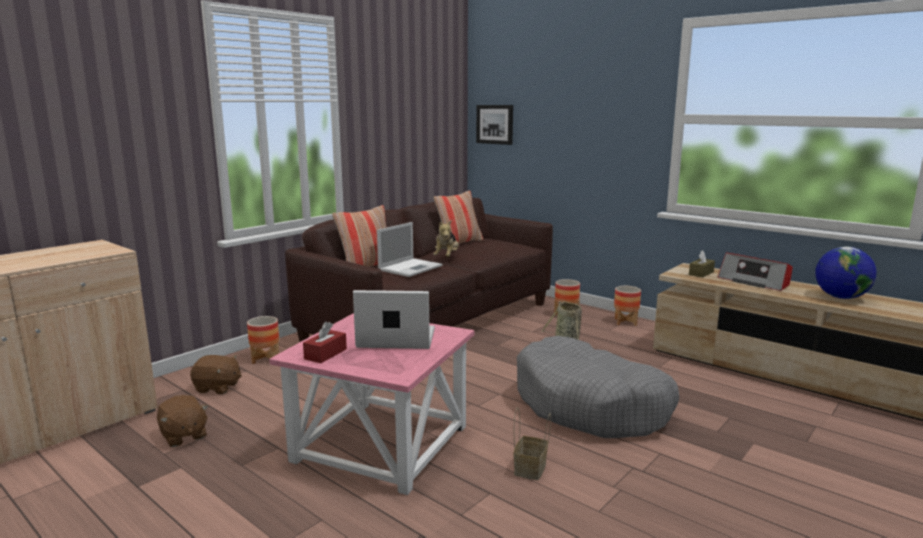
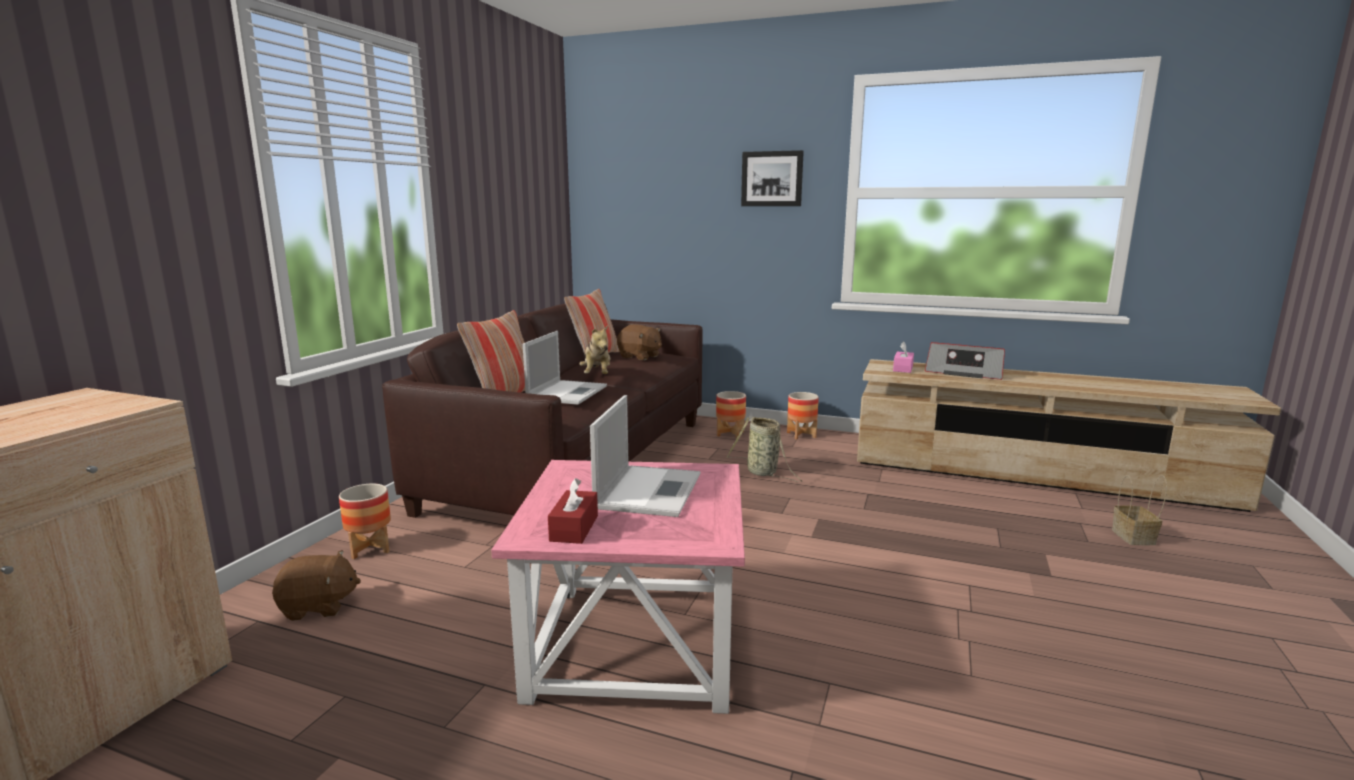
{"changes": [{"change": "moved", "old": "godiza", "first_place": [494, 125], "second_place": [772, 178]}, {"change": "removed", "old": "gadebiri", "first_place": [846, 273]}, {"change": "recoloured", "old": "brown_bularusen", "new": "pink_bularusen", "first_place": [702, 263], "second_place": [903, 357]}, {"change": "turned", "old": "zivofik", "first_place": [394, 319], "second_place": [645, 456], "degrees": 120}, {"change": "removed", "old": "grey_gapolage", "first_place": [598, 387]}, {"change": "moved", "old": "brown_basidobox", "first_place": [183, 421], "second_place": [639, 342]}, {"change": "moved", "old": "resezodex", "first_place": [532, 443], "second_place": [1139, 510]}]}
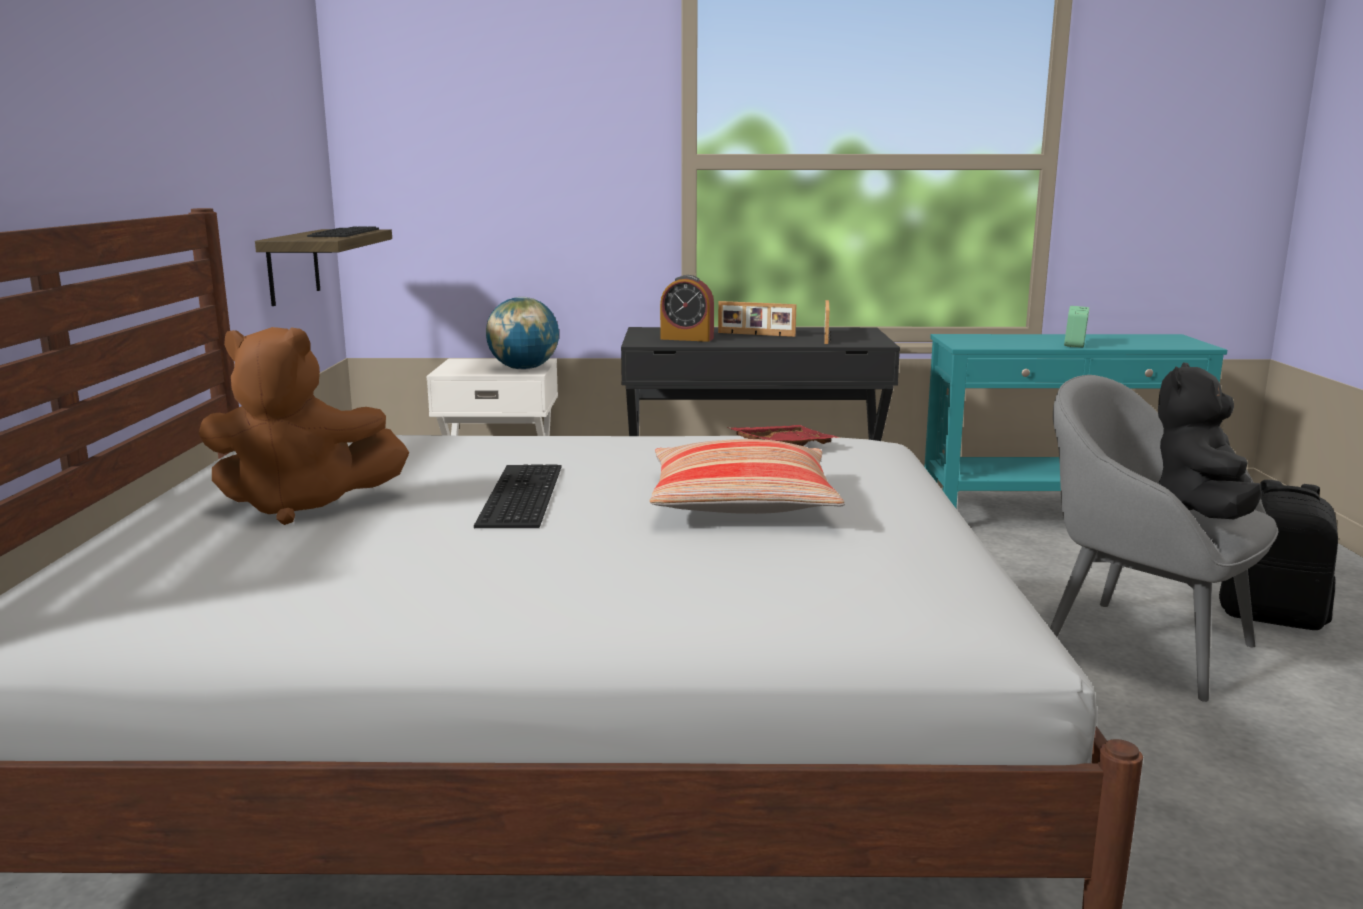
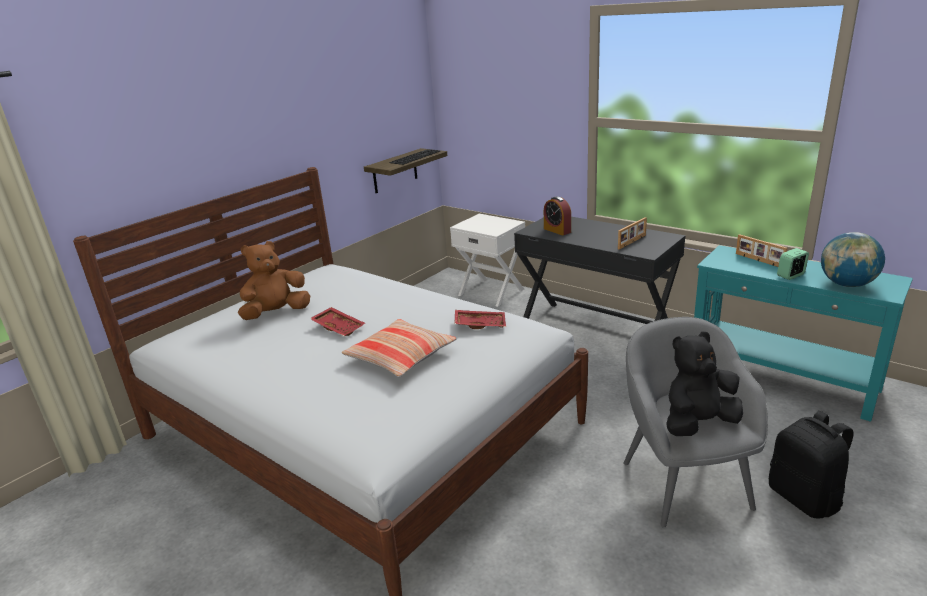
{"changes": [{"change": "moved", "old": "gadebiri", "first_place": [522, 333], "second_place": [853, 259]}, {"change": "moved", "old": "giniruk", "first_place": [757, 319], "second_place": [762, 250]}, {"change": "turned", "old": "brown_basidobox", "first_place": [304, 426], "second_place": [274, 280], "degrees": 105}, {"change": "replaced", "old": "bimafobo", "new": "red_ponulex", "first_place": [517, 496], "second_place": [337, 321]}]}
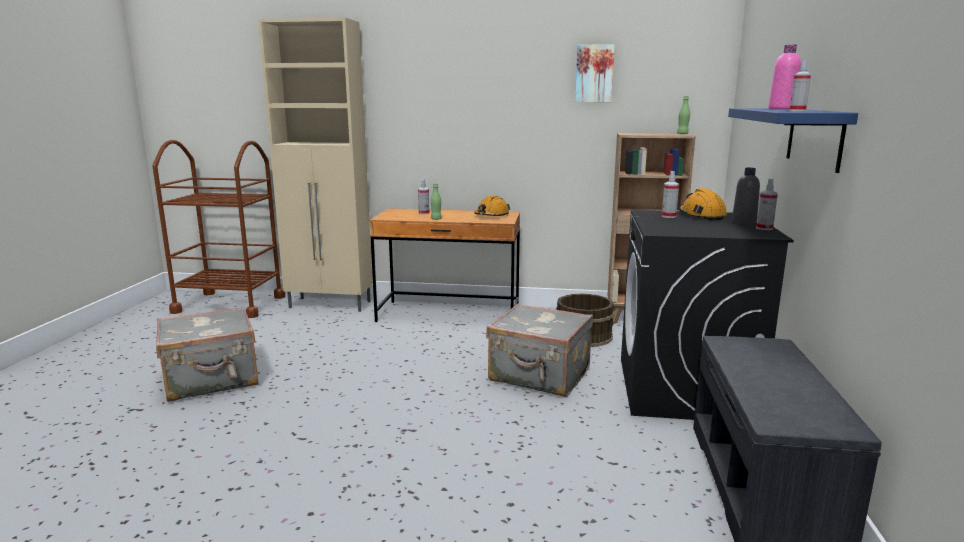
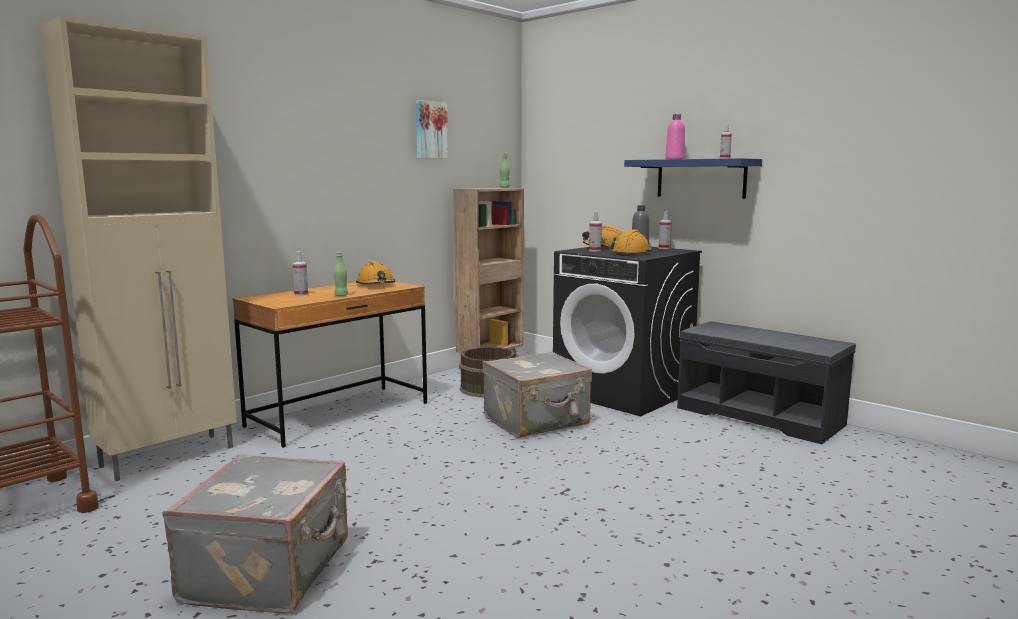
{"changes": [{"change": "added", "new": "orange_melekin", "second_place": [631, 243]}]}
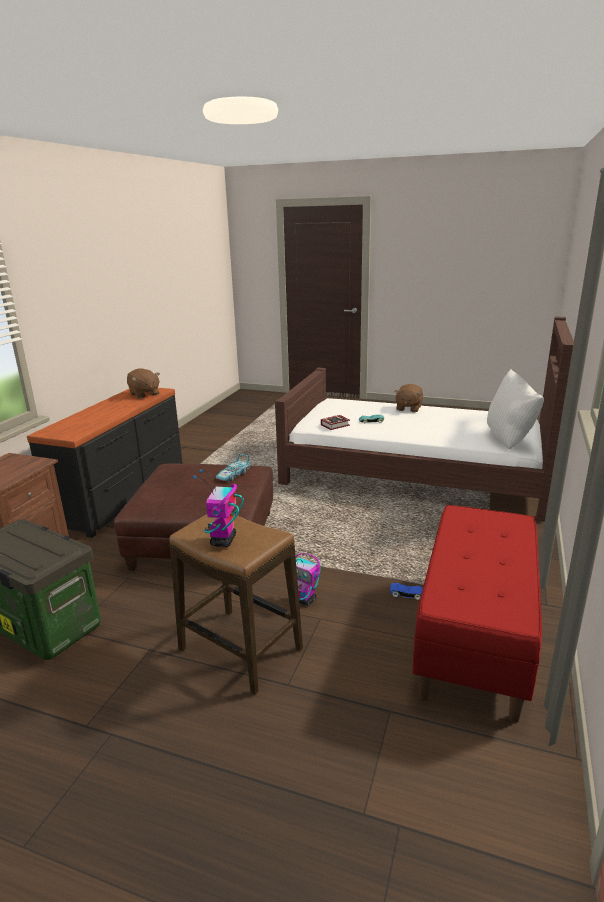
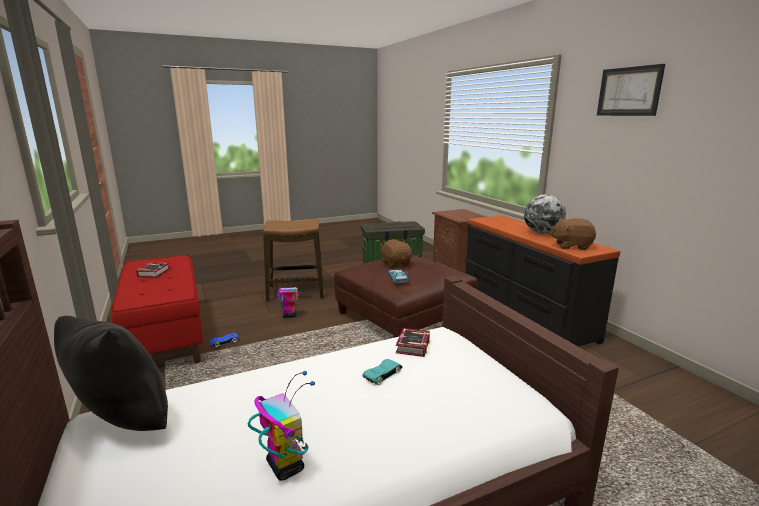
{"changes": [{"change": "recoloured", "old": "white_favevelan", "new": "black_favevelan", "first_place": [515, 409], "second_place": [111, 373]}, {"change": "moved", "old": "brown_basidobox", "first_place": [408, 398], "second_place": [395, 253]}, {"change": "moved", "old": "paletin", "first_place": [218, 508], "second_place": [281, 426]}, {"change": "added", "new": "godiza", "second_place": [631, 90]}, {"change": "added", "new": "gadebiri", "second_place": [545, 214]}, {"change": "added", "new": "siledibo", "second_place": [153, 270]}]}
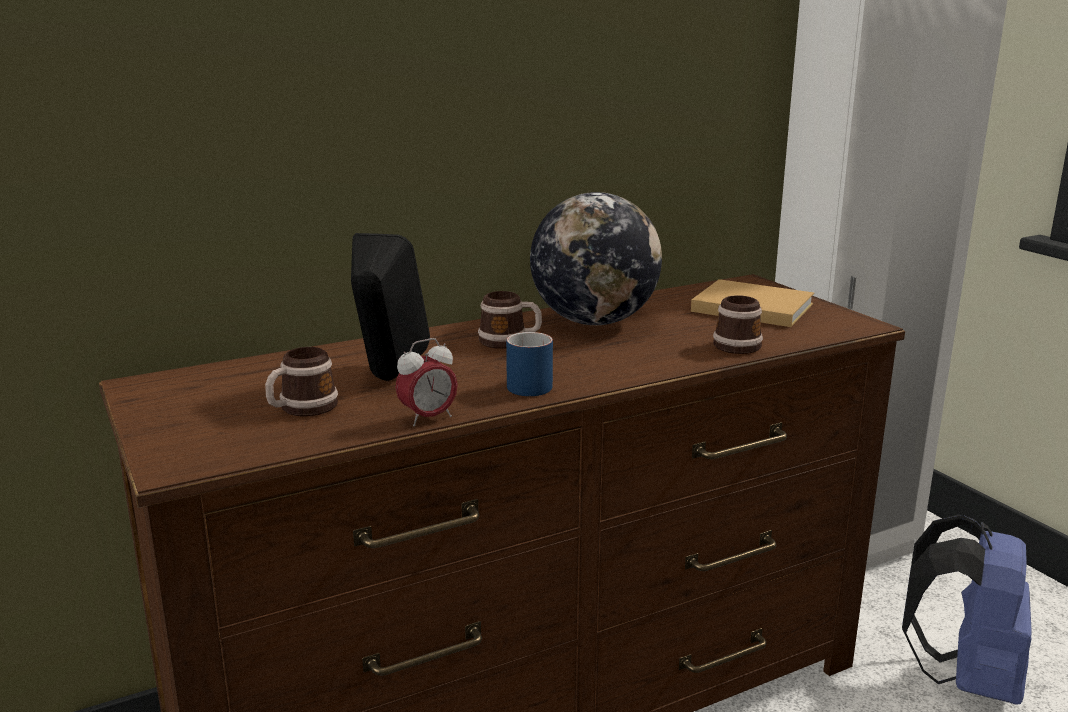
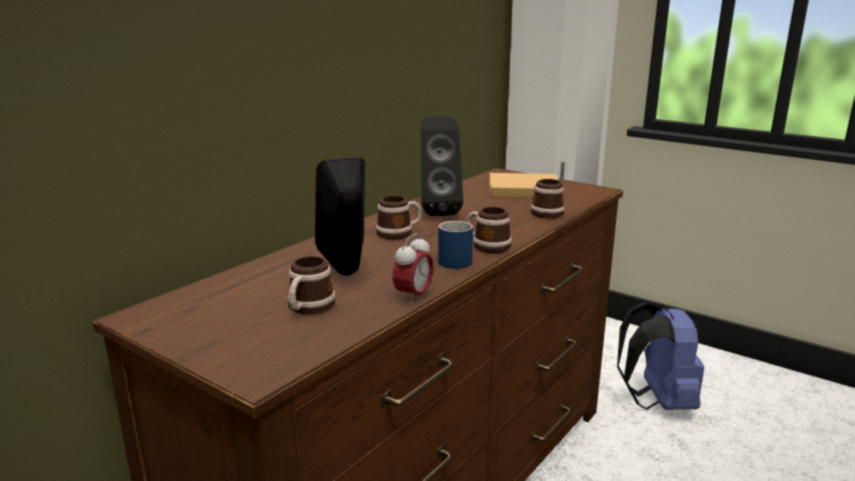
{"changes": [{"change": "replaced", "old": "gadebiri", "new": "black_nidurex", "first_place": [596, 258], "second_place": [442, 166]}, {"change": "added", "new": "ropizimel", "second_place": [489, 230]}]}
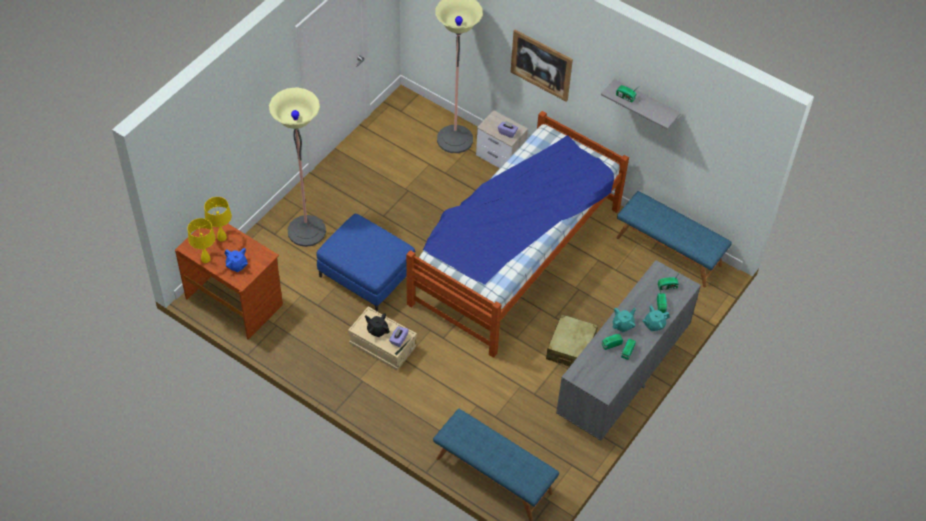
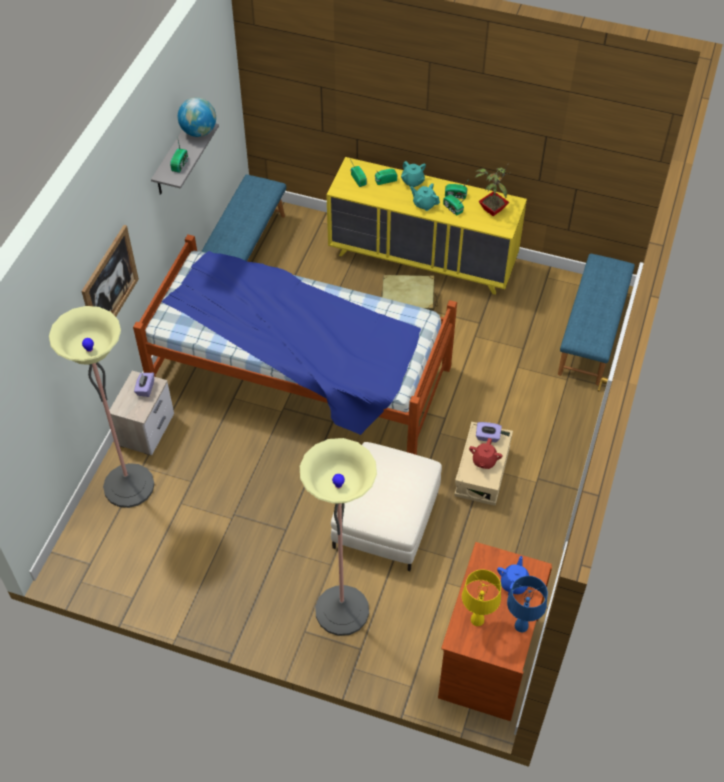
{"changes": [{"change": "recoloured", "old": "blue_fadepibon", "new": "white_fadepibon", "first_place": [365, 263], "second_place": [386, 506]}, {"change": "recoloured", "old": "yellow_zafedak", "new": "blue_zafedak", "first_place": [201, 240], "second_place": [527, 604]}, {"change": "recoloured", "old": "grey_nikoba", "new": "yellow_nikoba", "first_place": [628, 350], "second_place": [426, 226]}, {"change": "recoloured", "old": "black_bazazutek", "new": "red_bazazutek", "first_place": [377, 325], "second_place": [486, 453]}, {"change": "added", "new": "gadebiri", "second_place": [197, 117]}, {"change": "added", "new": "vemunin", "second_place": [492, 189]}]}
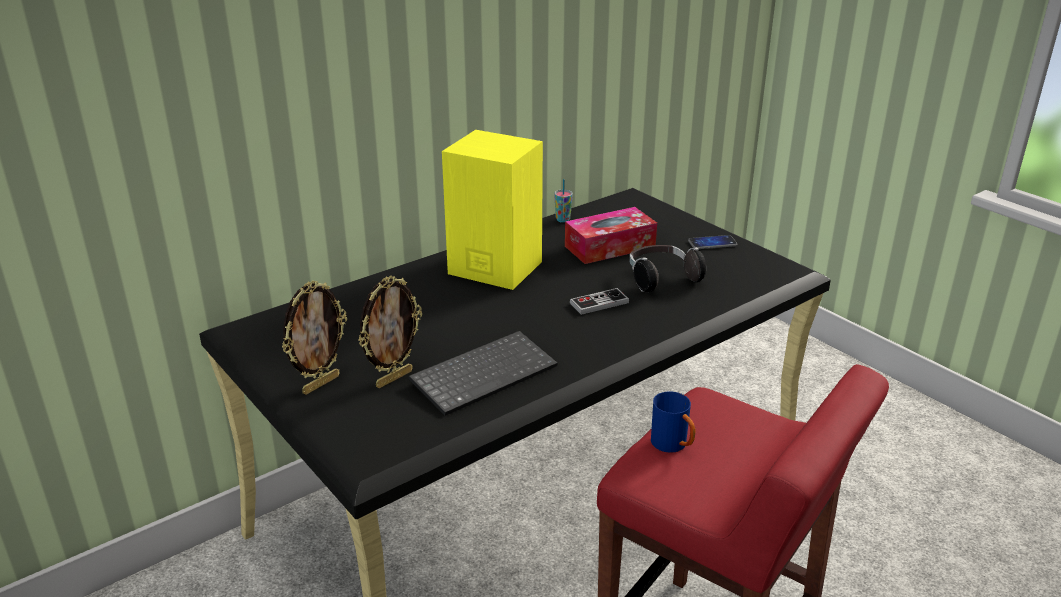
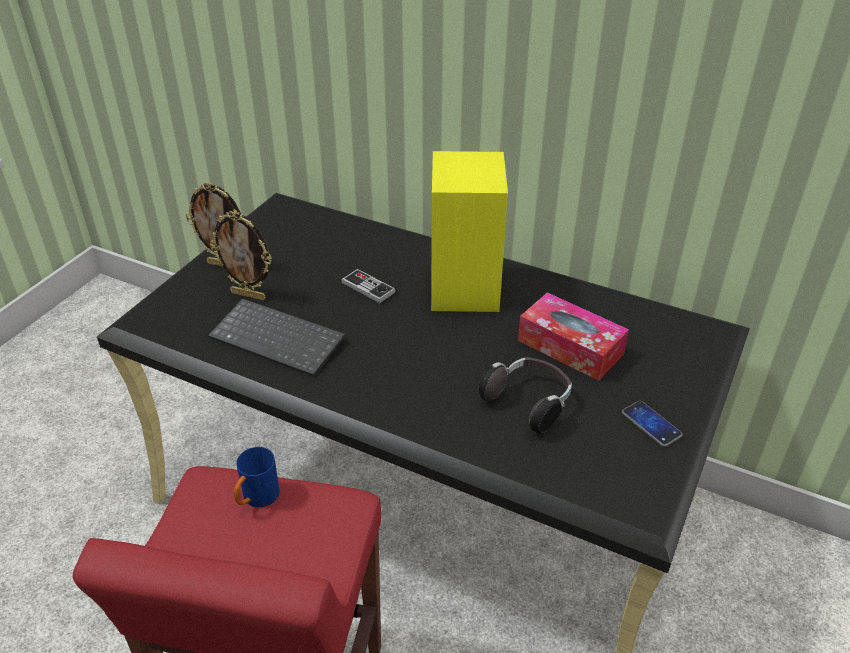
{"changes": [{"change": "removed", "old": "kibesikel", "first_place": [563, 201]}, {"change": "moved", "old": "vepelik", "first_place": [599, 301], "second_place": [368, 286]}]}
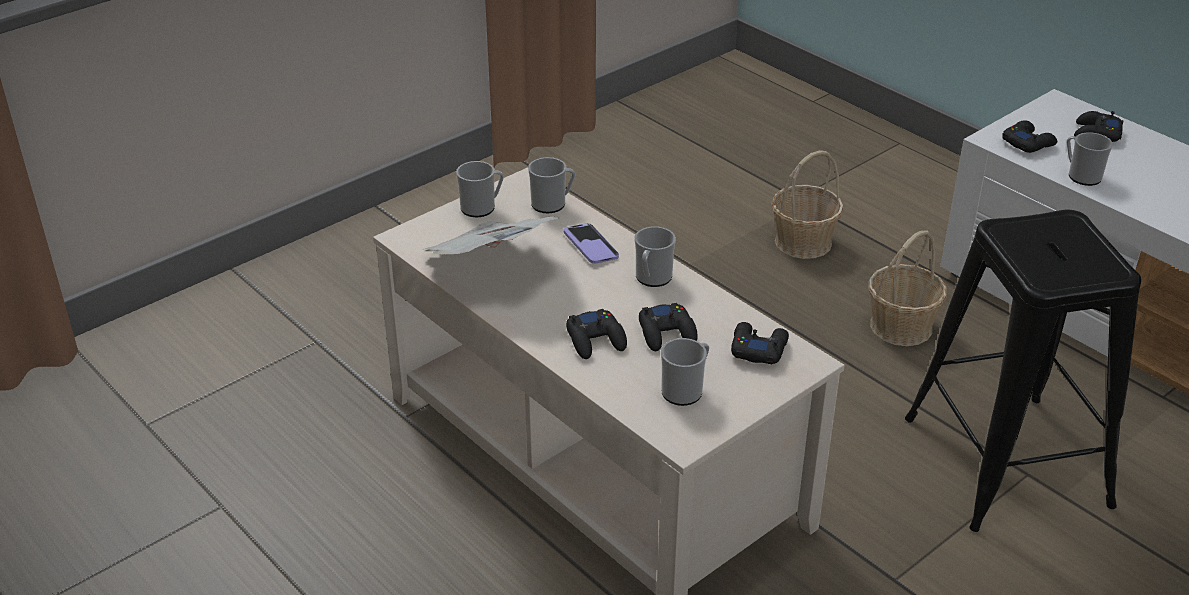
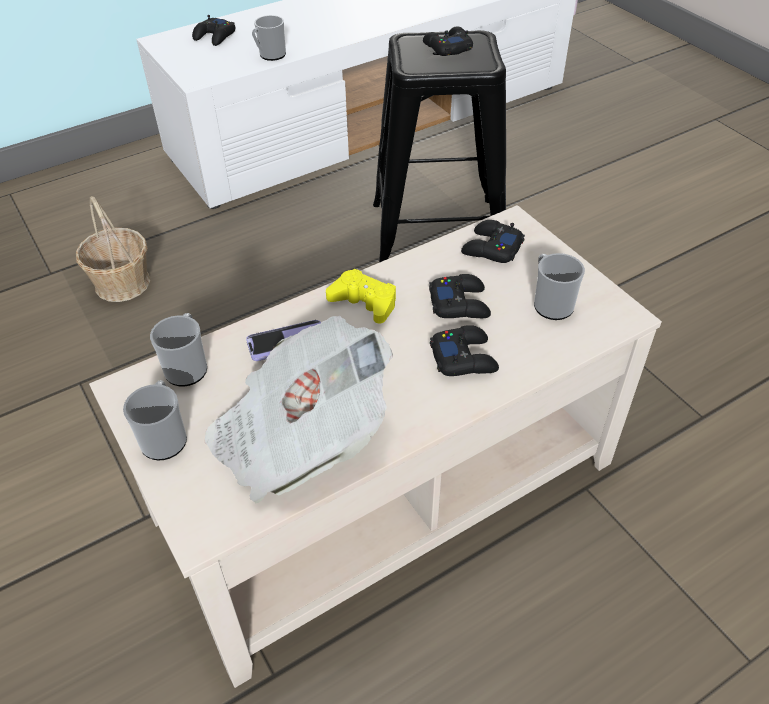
{"changes": [{"change": "moved", "old": "black_vepelik", "first_place": [1029, 136], "second_place": [448, 41]}, {"change": "replaced", "old": "ropizimel", "new": "yellow_vepelik", "first_place": [655, 256], "second_place": [361, 296]}, {"change": "removed", "old": "resezodex", "first_place": [907, 288]}]}
